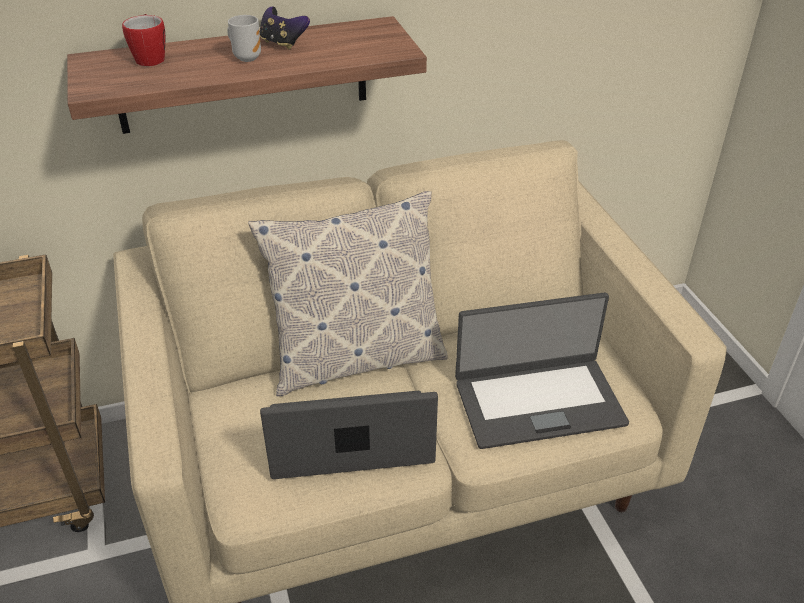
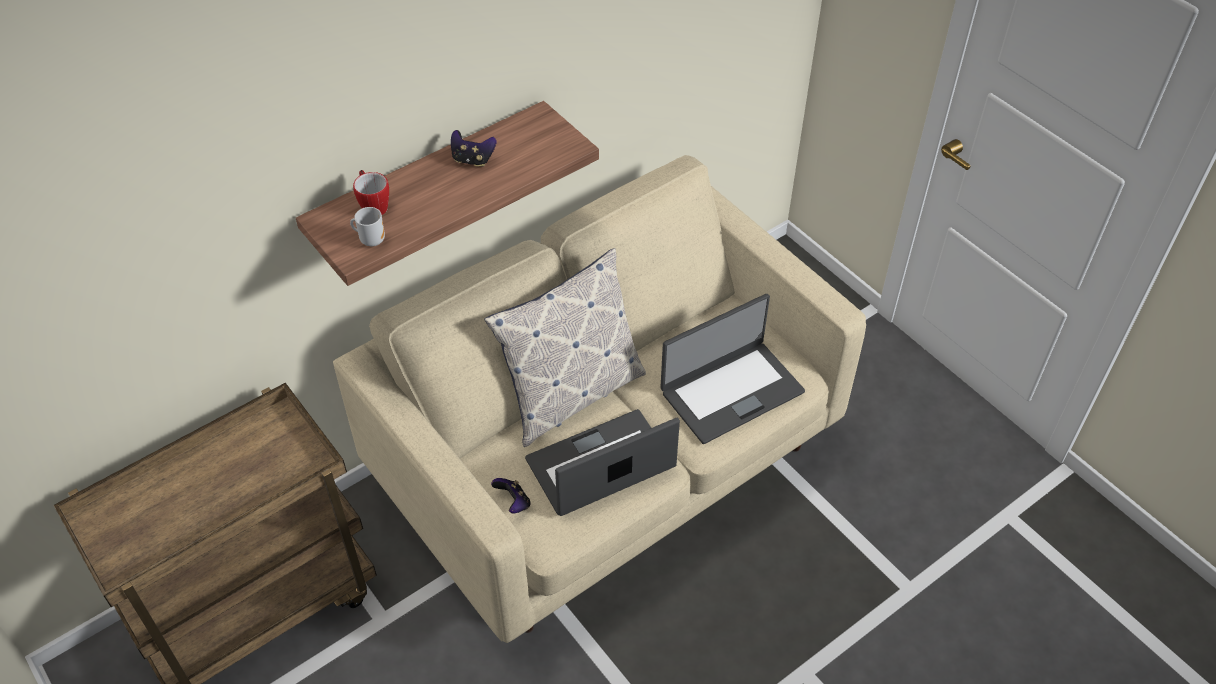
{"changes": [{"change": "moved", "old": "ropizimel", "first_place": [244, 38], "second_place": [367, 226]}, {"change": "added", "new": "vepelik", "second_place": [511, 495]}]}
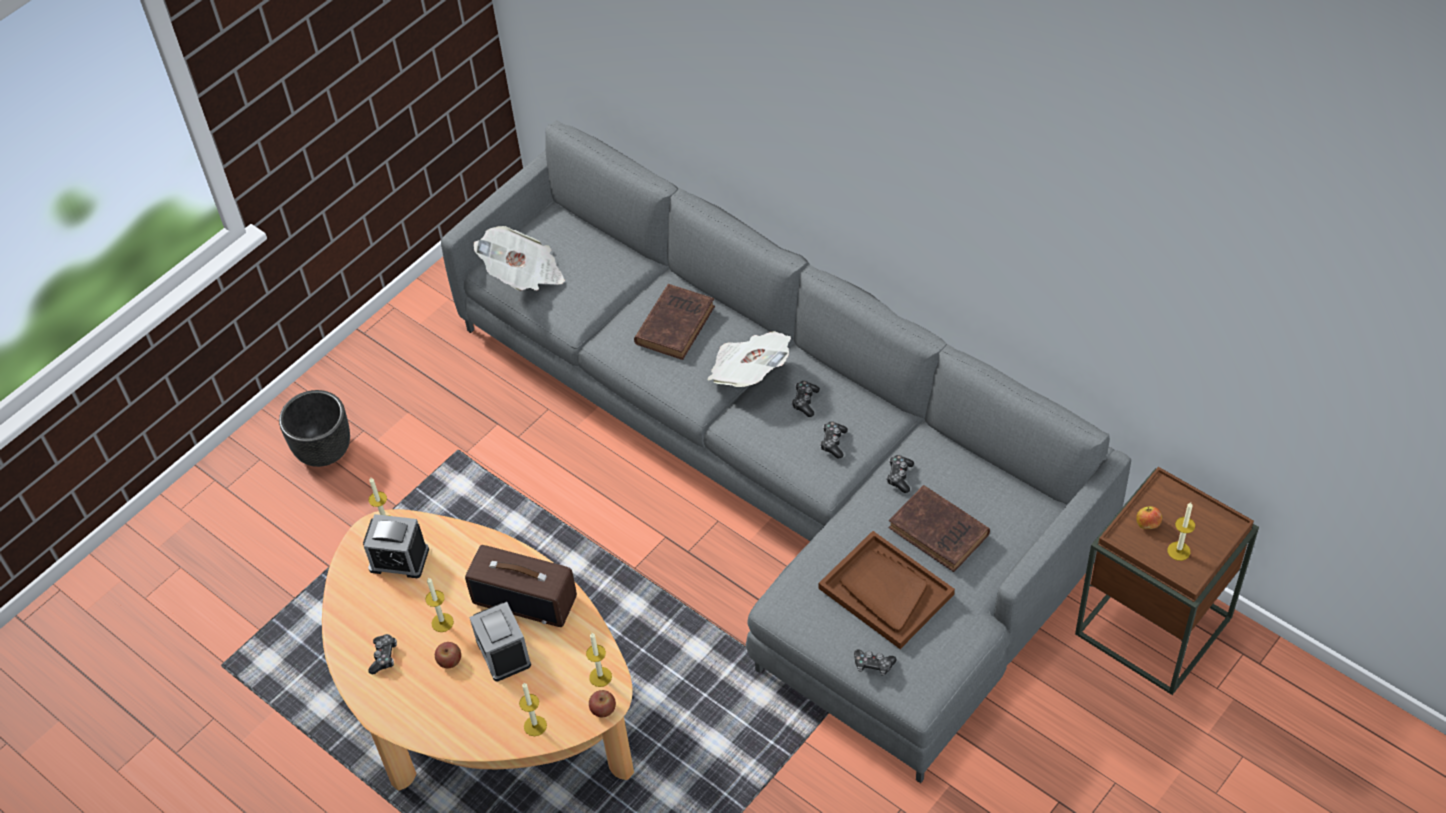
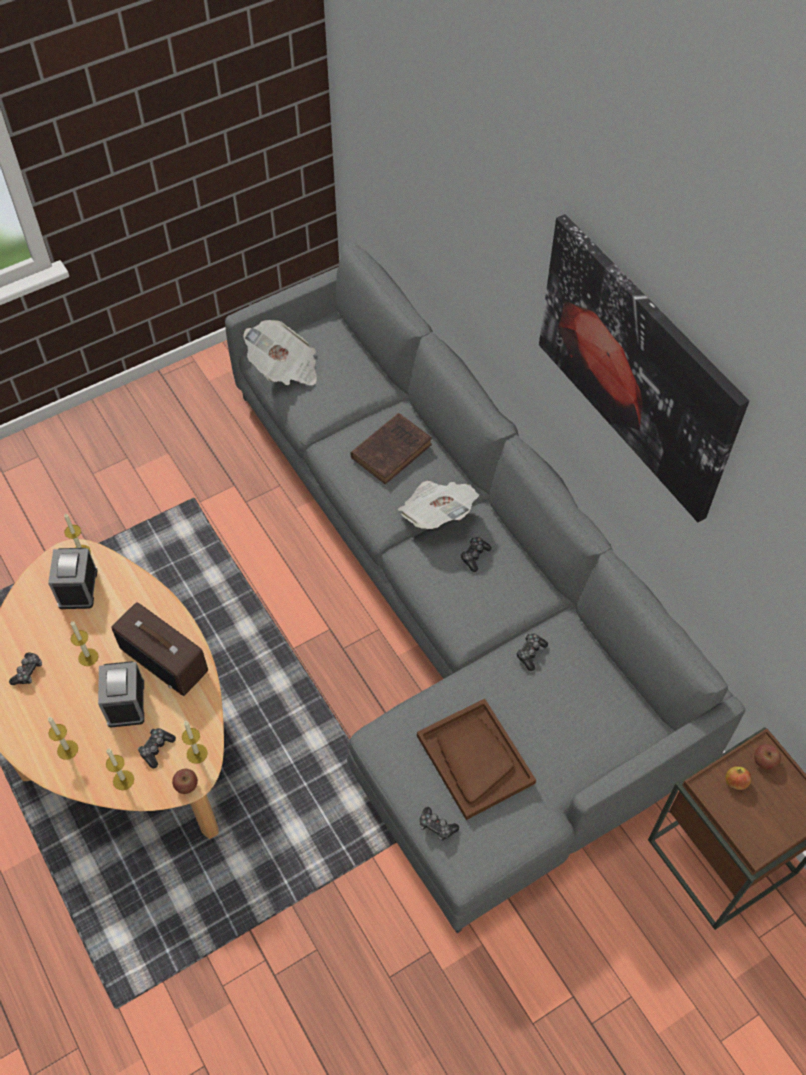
{"changes": [{"change": "removed", "old": "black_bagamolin", "first_place": [314, 428]}, {"change": "moved", "old": "vepelik", "first_place": [834, 440], "second_place": [157, 748]}, {"change": "removed", "old": "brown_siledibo", "first_place": [939, 528]}, {"change": "moved", "old": "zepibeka", "first_place": [1181, 531], "second_place": [63, 738]}, {"change": "turned", "old": "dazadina", "first_place": [396, 546], "second_place": [73, 578], "degrees": 60}, {"change": "moved", "old": "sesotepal", "first_place": [448, 655], "second_place": [767, 757]}, {"change": "added", "new": "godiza", "second_place": [644, 368]}]}
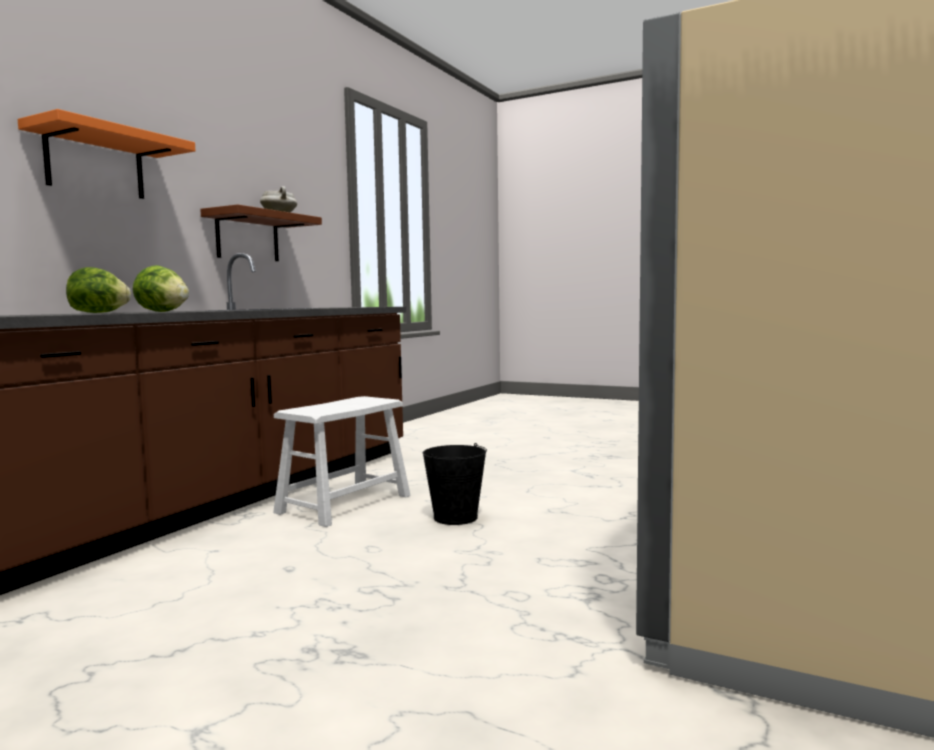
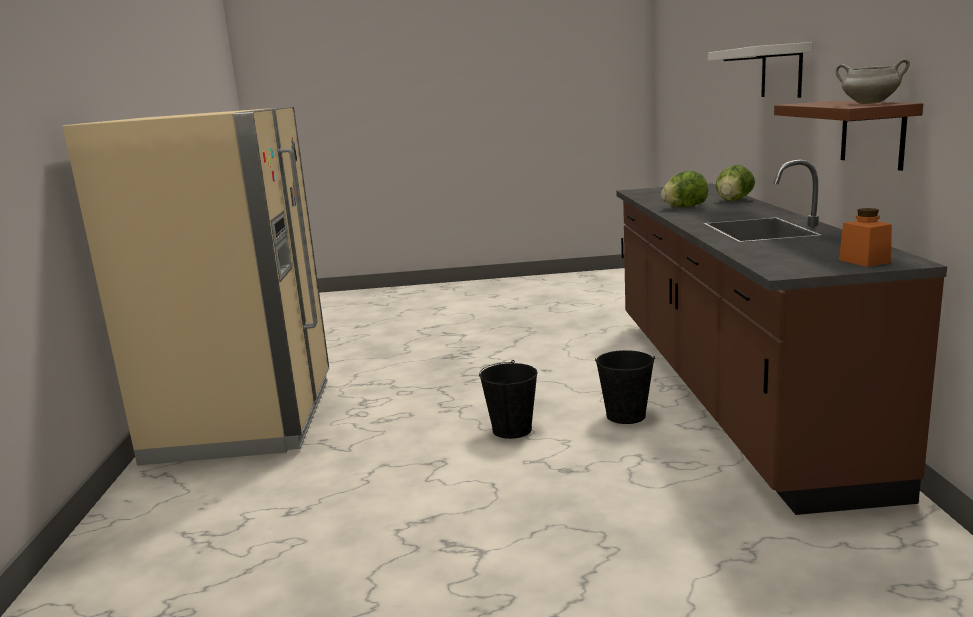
{"changes": [{"change": "recoloured", "old": "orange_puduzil", "new": "white_puduzil", "first_place": [107, 154], "second_place": [760, 70]}, {"change": "replaced", "old": "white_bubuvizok", "new": "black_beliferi", "first_place": [342, 461], "second_place": [625, 387]}, {"change": "added", "new": "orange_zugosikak", "second_place": [865, 237]}]}
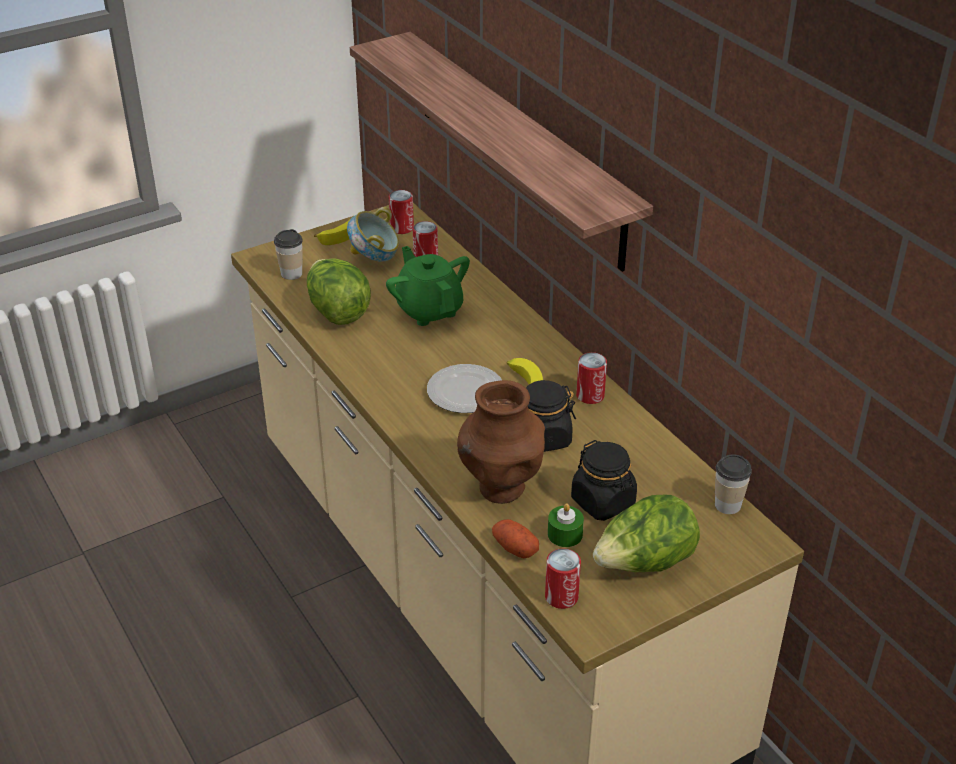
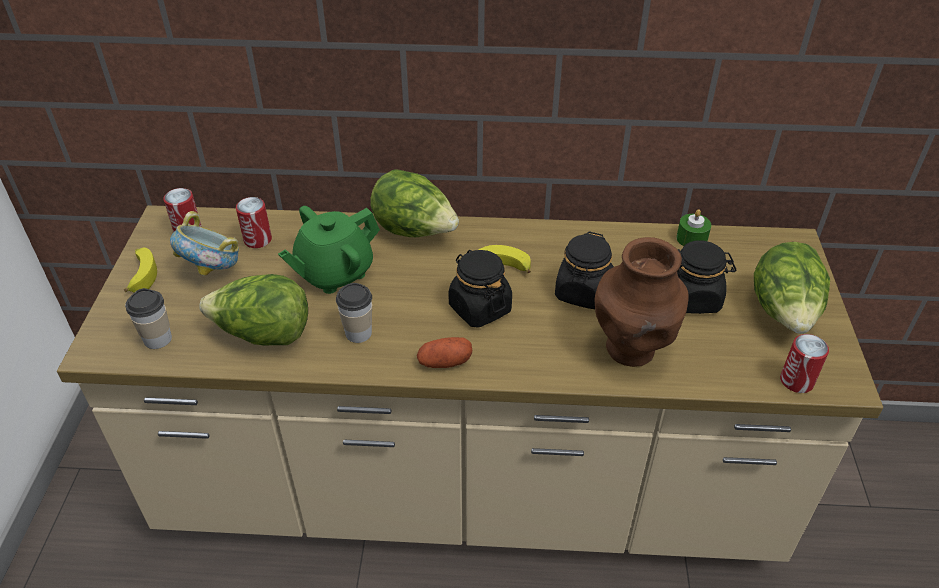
{"changes": [{"change": "removed", "old": "puduzil", "first_place": [501, 152]}, {"change": "turned", "old": "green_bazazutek", "first_place": [428, 286], "second_place": [329, 250], "degrees": -45}, {"change": "removed", "old": "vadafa", "first_place": [591, 378]}, {"change": "replaced", "old": "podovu", "new": "black_zugosikak", "first_place": [464, 388], "second_place": [480, 289]}, {"change": "moved", "old": "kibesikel", "first_place": [733, 484], "second_place": [354, 313]}, {"change": "moved", "old": "green_zepibeka", "first_place": [566, 525], "second_place": [693, 227]}, {"change": "moved", "old": "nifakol", "first_place": [515, 538], "second_place": [444, 352]}, {"change": "added", "new": "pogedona", "second_place": [414, 203]}]}
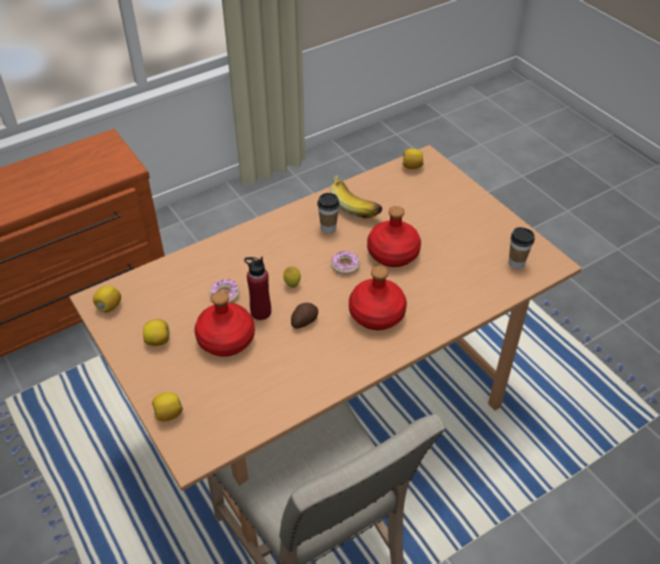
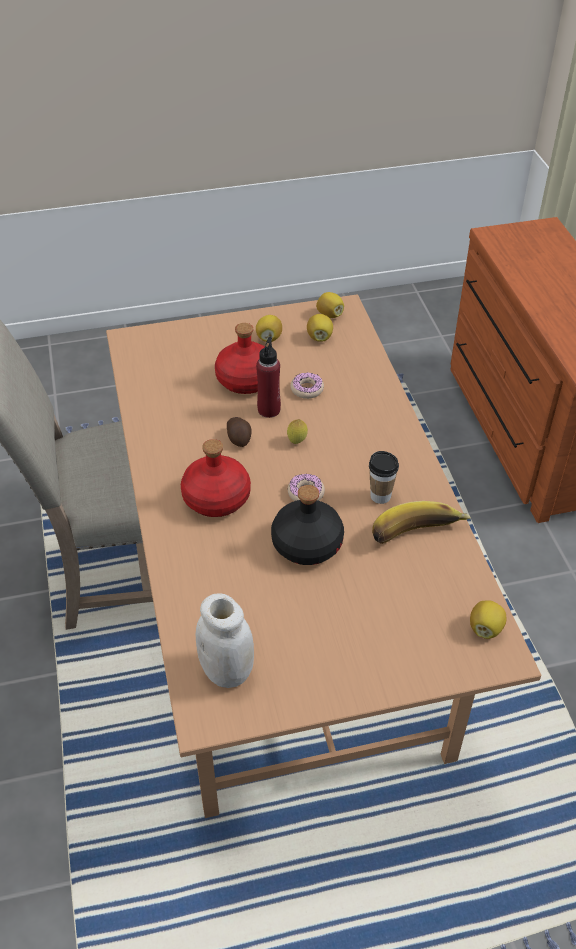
{"changes": [{"change": "recoloured", "old": "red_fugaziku", "new": "black_fugaziku", "first_place": [394, 236], "second_place": [307, 525]}, {"change": "replaced", "old": "kibesikel", "new": "white_zugosikak", "first_place": [522, 248], "second_place": [225, 640]}, {"change": "moved", "old": "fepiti", "first_place": [167, 406], "second_place": [320, 328]}]}
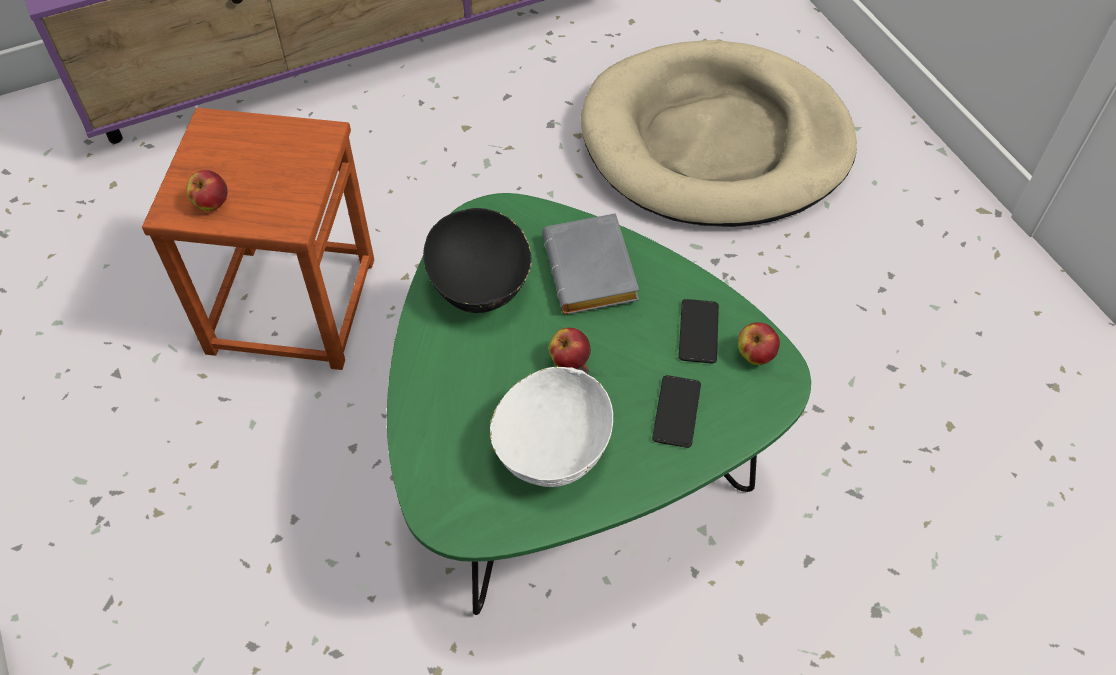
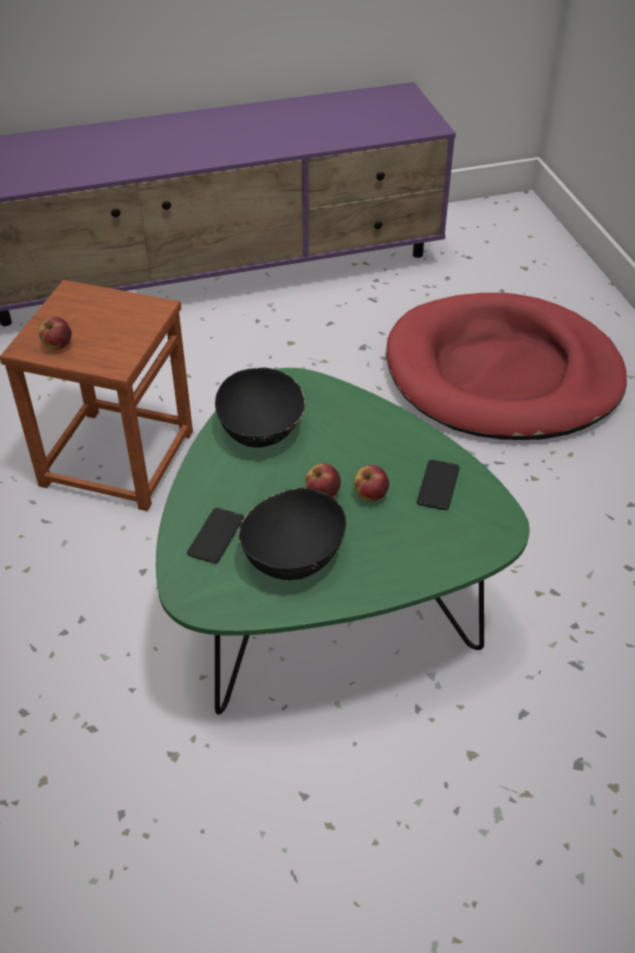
{"changes": [{"change": "recoloured", "old": "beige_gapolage", "new": "red_gapolage", "first_place": [719, 133], "second_place": [506, 366]}, {"change": "removed", "old": "grey_siledibo", "first_place": [590, 263]}, {"change": "moved", "old": "sesotepal", "first_place": [759, 343], "second_place": [371, 483]}, {"change": "recoloured", "old": "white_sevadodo", "new": "black_sevadodo", "first_place": [551, 427], "second_place": [292, 534]}, {"change": "moved", "old": "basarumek", "first_place": [676, 411], "second_place": [215, 535]}]}
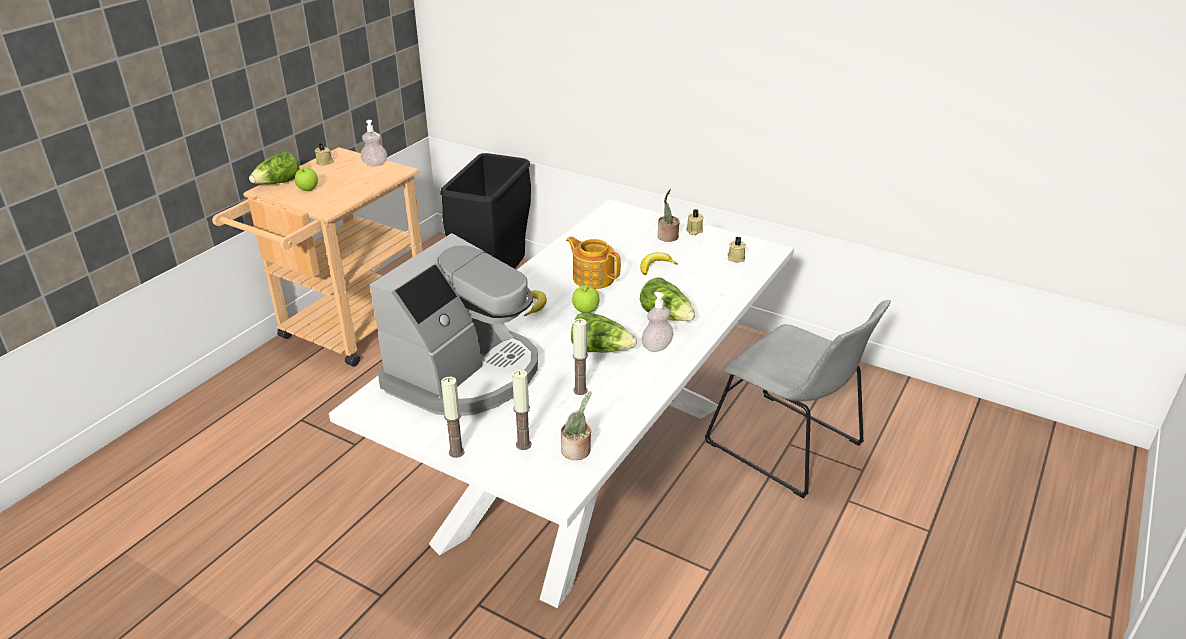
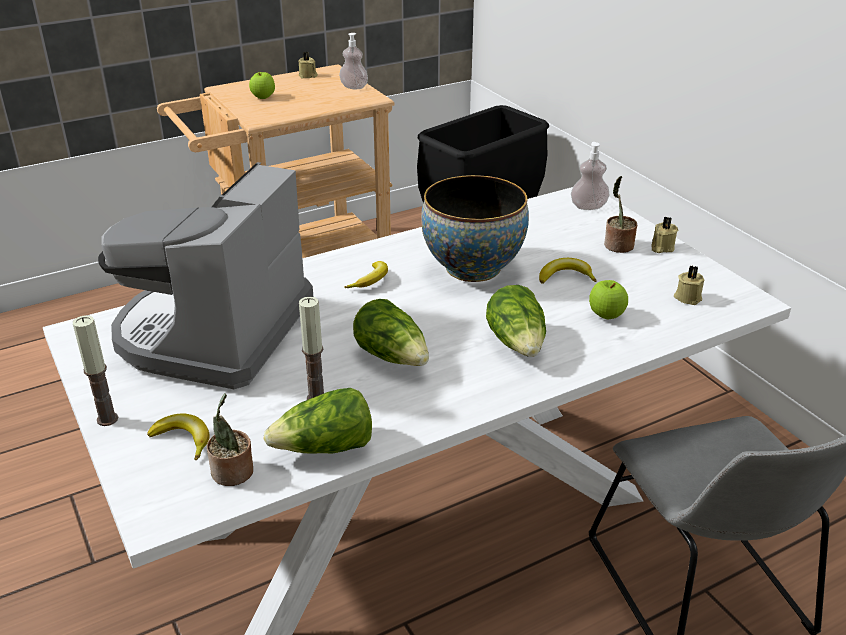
{"changes": [{"change": "moved", "old": "pogedona", "first_place": [274, 168], "second_place": [318, 421]}, {"change": "turned", "old": "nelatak", "first_place": [453, 324], "second_place": [205, 275], "degrees": 135}, {"change": "replaced", "old": "bazazutek", "new": "sevadodo", "first_place": [593, 262], "second_place": [475, 228]}, {"change": "moved", "old": "sesotepal", "first_place": [586, 299], "second_place": [608, 299]}, {"change": "moved", "old": "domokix", "first_place": [658, 322], "second_place": [590, 176]}, {"change": "replaced", "old": "zepibeka", "new": "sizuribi", "first_place": [521, 409], "second_place": [178, 437]}]}
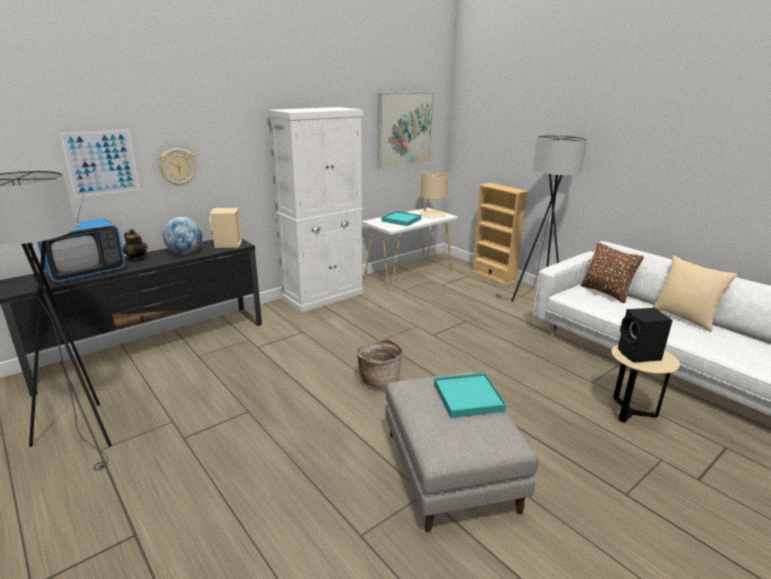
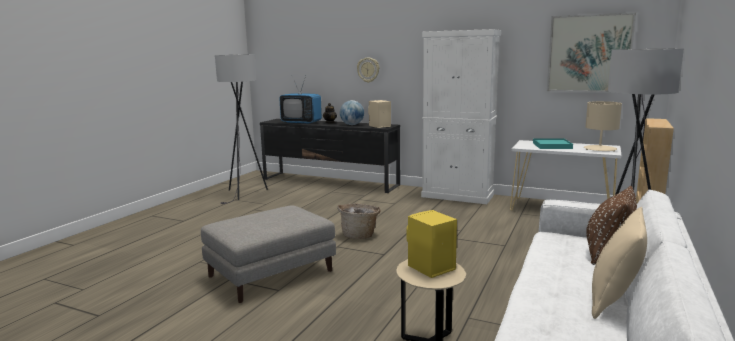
{"changes": [{"change": "removed", "old": "godiza", "first_place": [99, 163]}, {"change": "recoloured", "old": "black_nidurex", "new": "yellow_nidurex", "first_place": [645, 335], "second_place": [431, 244]}, {"change": "removed", "old": "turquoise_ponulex", "first_place": [470, 395]}]}
